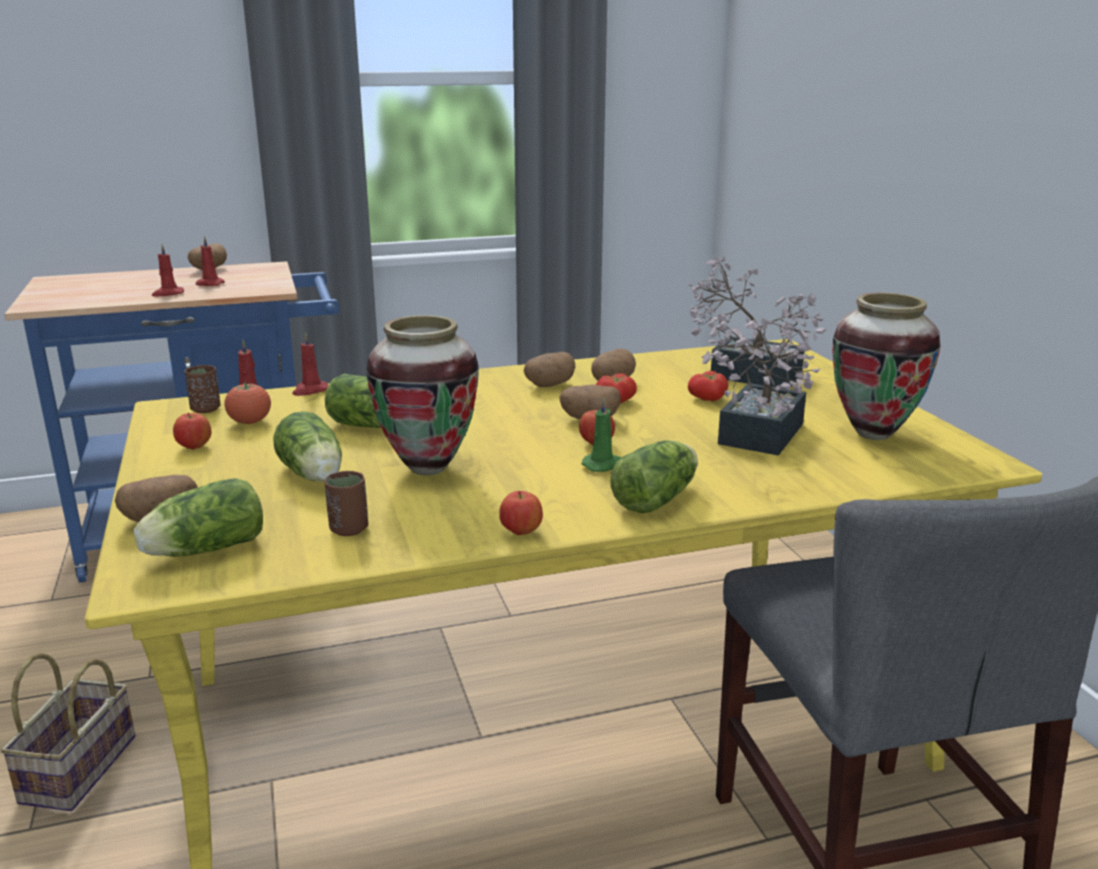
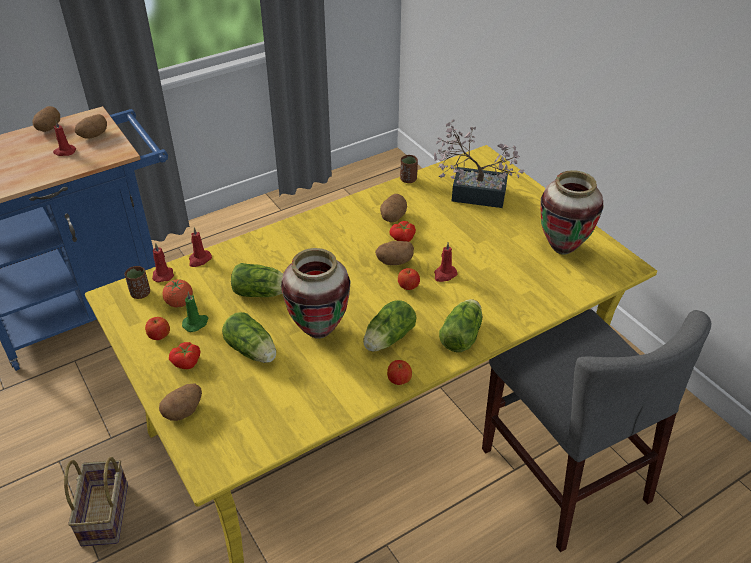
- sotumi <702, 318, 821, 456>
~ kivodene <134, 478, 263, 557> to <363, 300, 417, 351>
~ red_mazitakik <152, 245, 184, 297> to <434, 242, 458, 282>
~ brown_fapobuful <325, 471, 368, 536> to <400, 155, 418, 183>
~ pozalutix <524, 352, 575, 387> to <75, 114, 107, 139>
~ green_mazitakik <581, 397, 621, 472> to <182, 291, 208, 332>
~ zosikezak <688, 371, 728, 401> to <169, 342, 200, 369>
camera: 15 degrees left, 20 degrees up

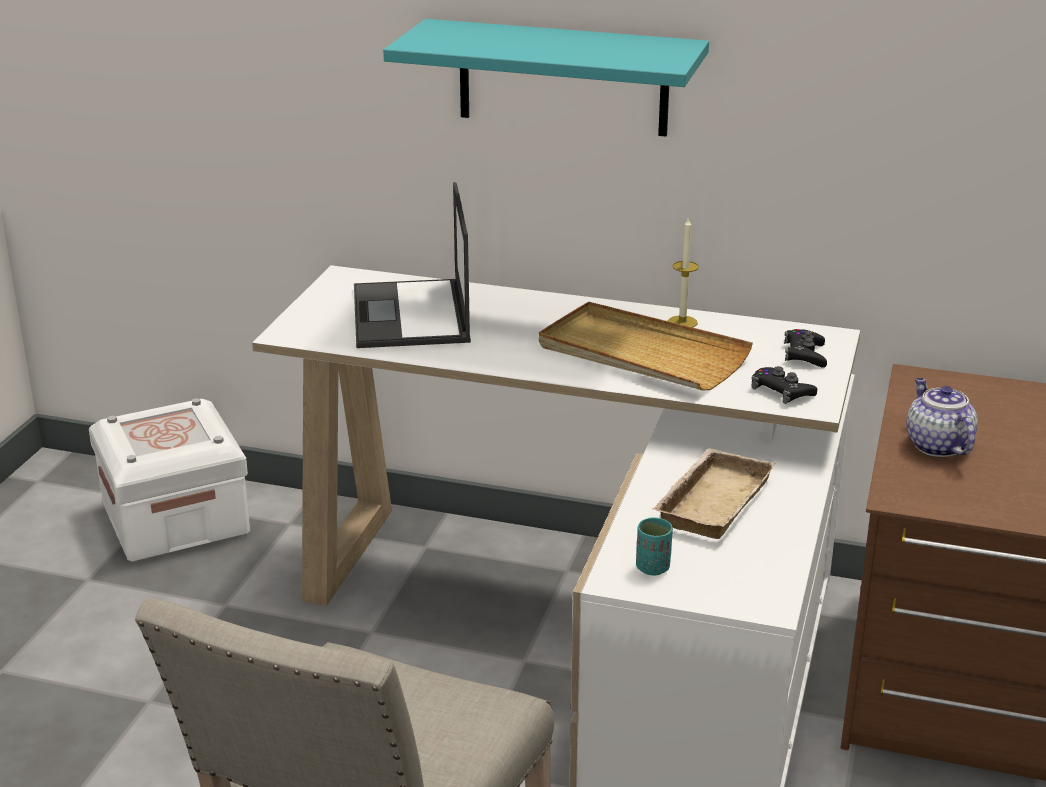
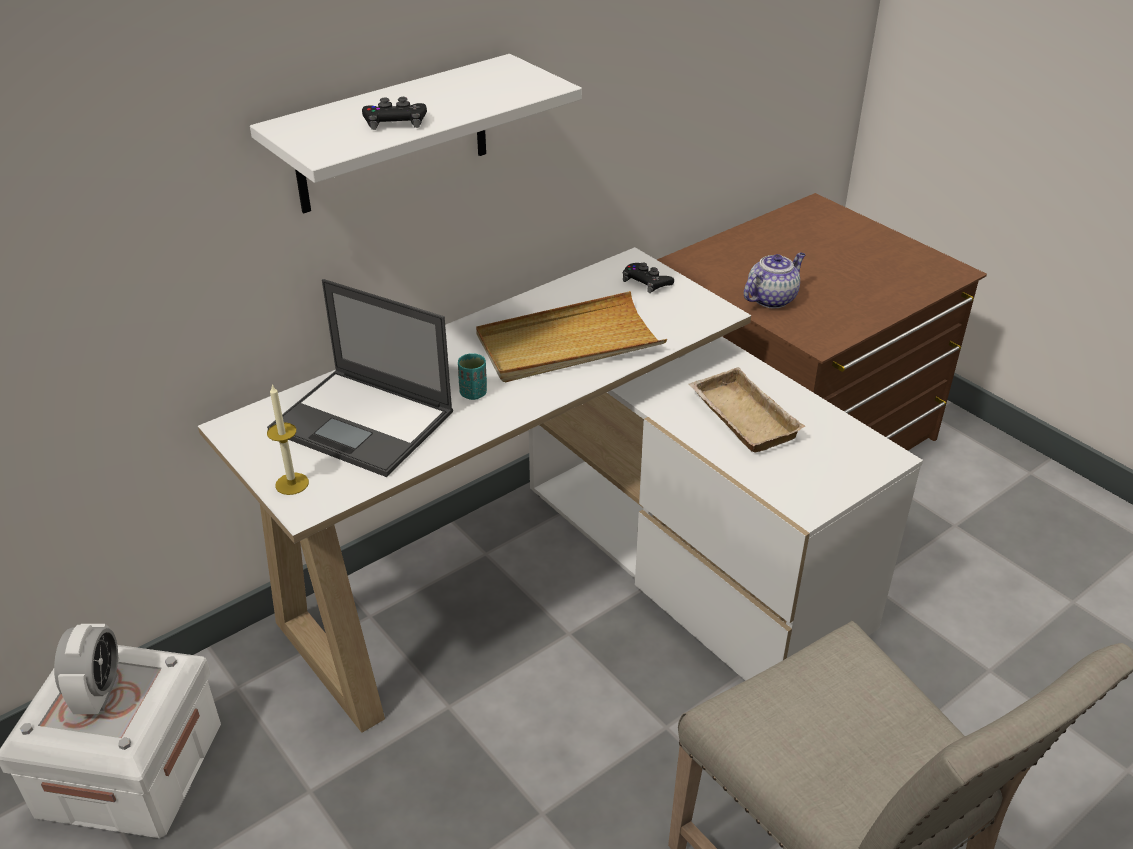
+ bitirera <54, 624, 119, 714>
~ turquoise_fapobuful <636, 517, 673, 575> to <458, 353, 487, 400>
~ mazitakik <668, 217, 699, 327> to <267, 384, 309, 495>
~ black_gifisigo <752, 366, 817, 404> to <362, 97, 427, 130>
~ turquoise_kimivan <383, 19, 709, 137> to white_kimivan <250, 54, 582, 213>
~ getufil <906, 378, 978, 457> = <744, 253, 806, 309> 120 degrees clockwise
camera: 55 degrees left, 10 degrees up

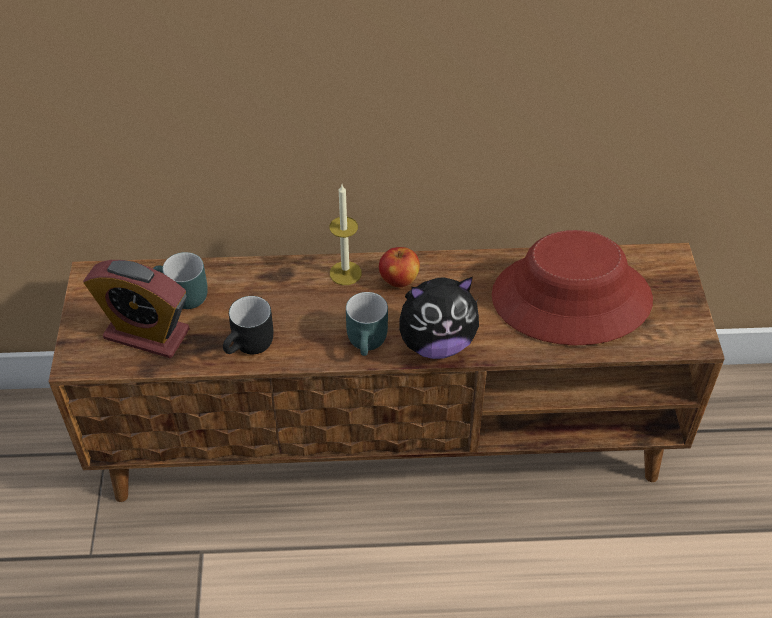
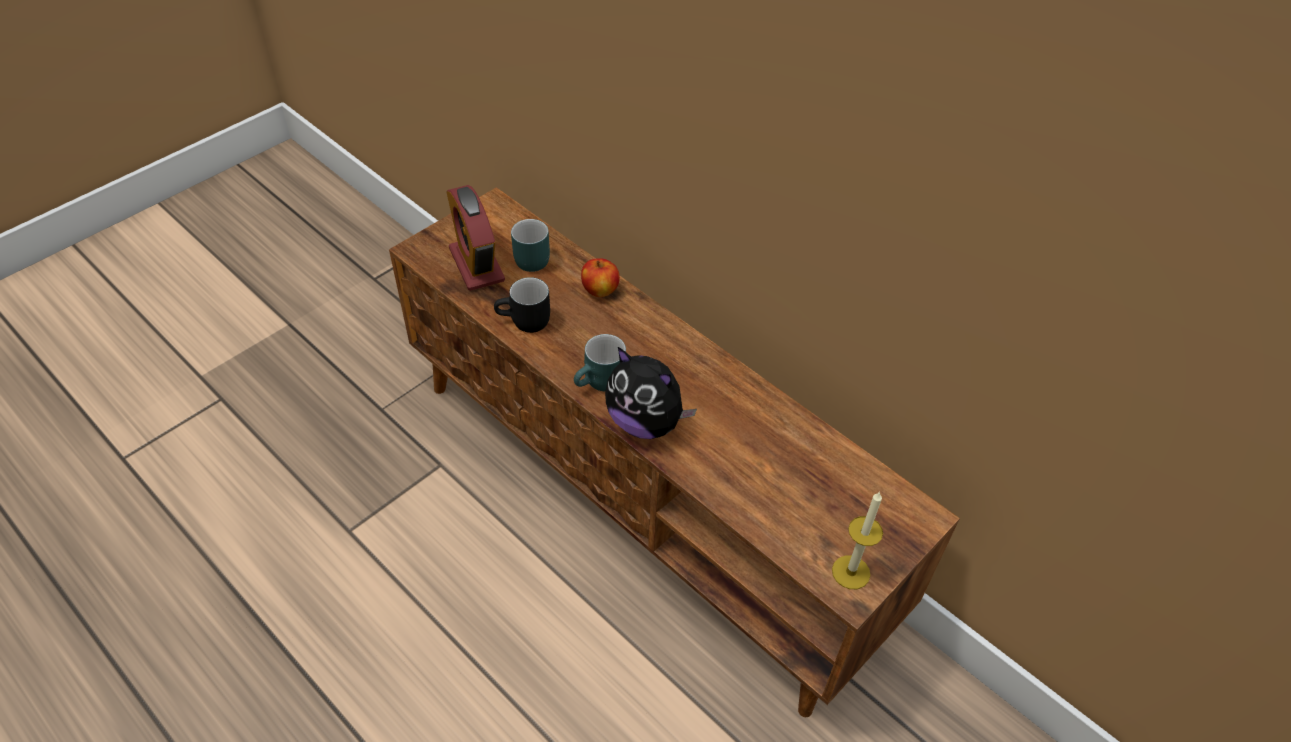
- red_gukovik <492, 230, 653, 345>
~ mazitakik <330, 185, 362, 285> to <832, 492, 883, 589>
~ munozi <379, 247, 420, 287> to <581, 258, 620, 297>
camera: 45 degrees right, 0 degrees up

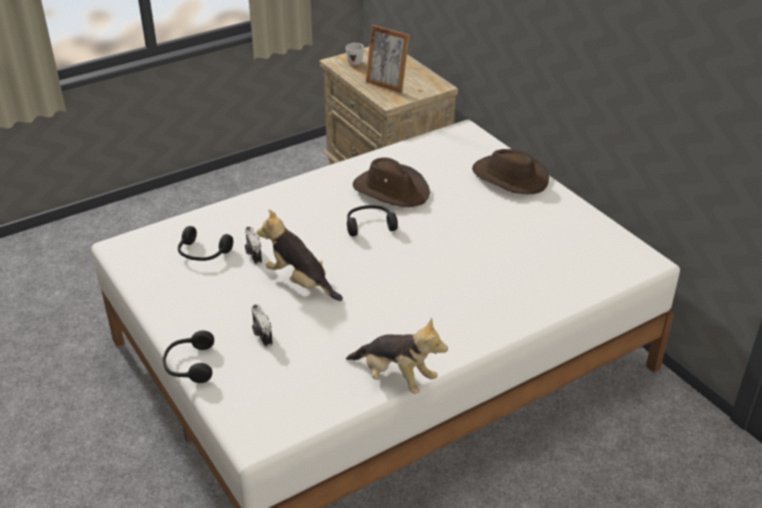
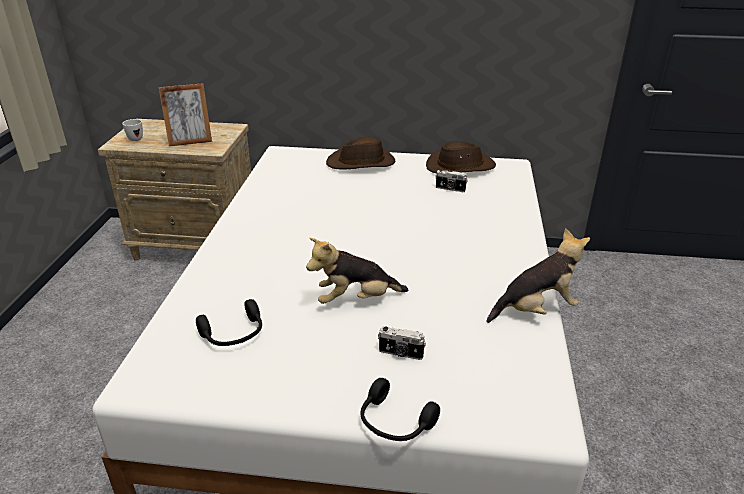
- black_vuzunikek <347, 205, 398, 236>
~ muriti <245, 227, 262, 264> to <435, 169, 468, 192>
~ brown_gukovik <353, 157, 430, 207> to <426, 141, 496, 173>
camera: 50 degrees left, 5 degrees down

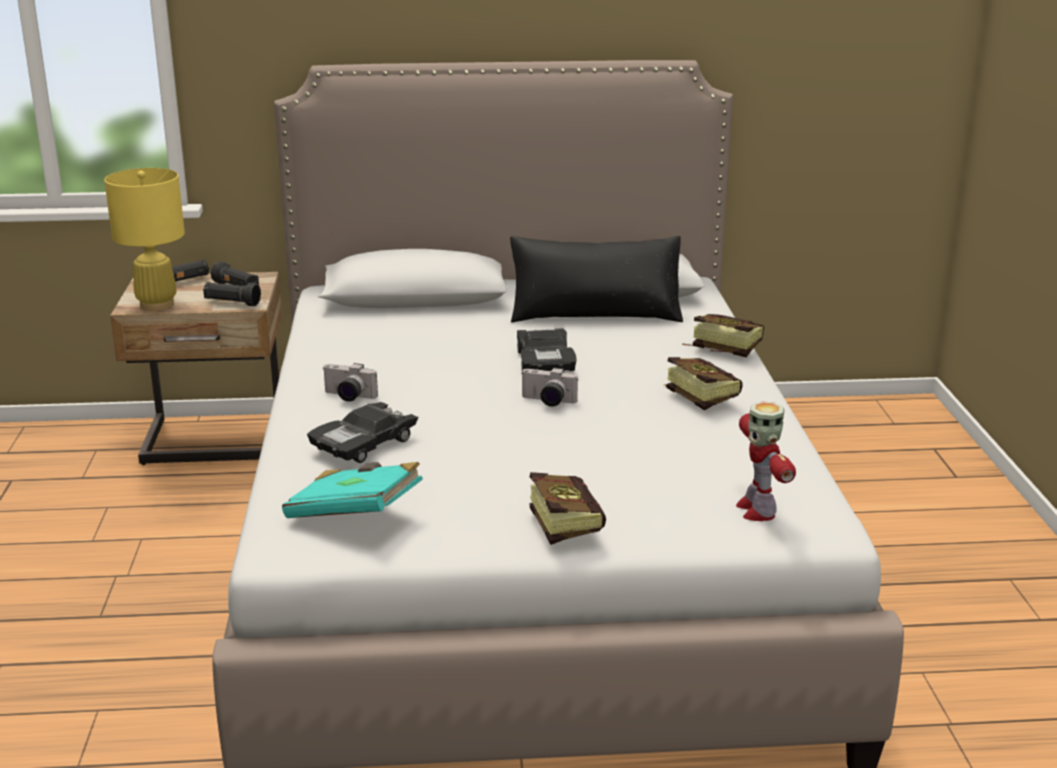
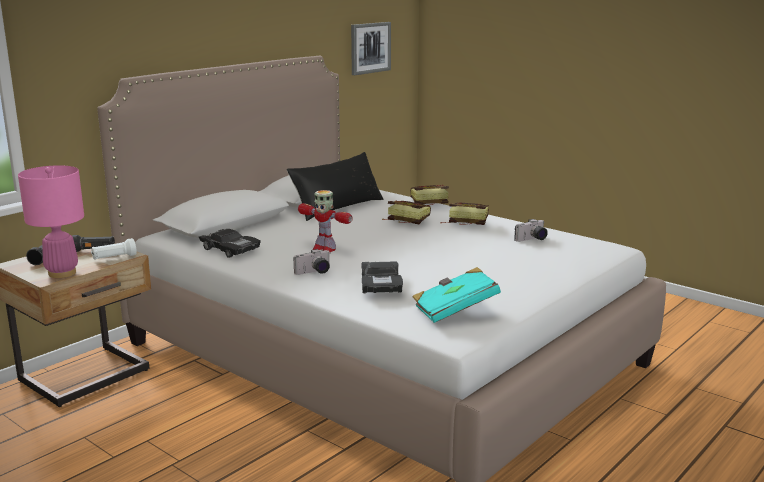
+ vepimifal <351, 22, 391, 75>
~ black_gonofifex <517, 329, 577, 371> to <199, 229, 261, 258>
~ muriti <522, 368, 578, 407> to <514, 219, 548, 242>
~ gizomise <529, 472, 606, 545> to <382, 201, 431, 224>
~ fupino <736, 401, 796, 521> to <298, 190, 353, 252>
~ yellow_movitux <104, 168, 185, 311> to pink_movitux <18, 165, 84, 278>
~ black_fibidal <203, 282, 261, 306> to white_fibidal <91, 238, 137, 260>
camera: 45 degrees left, 5 degrees down

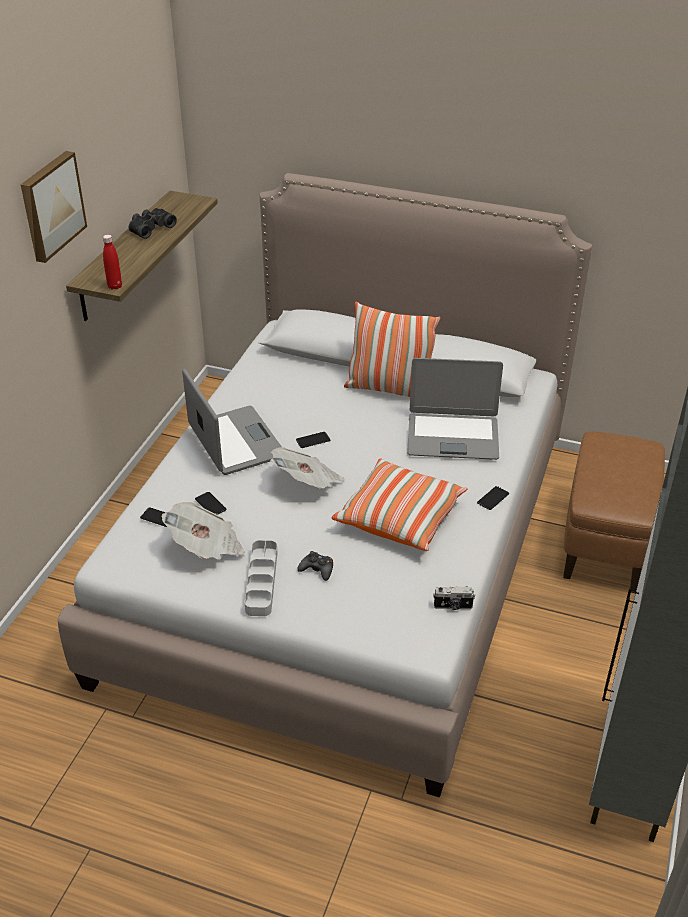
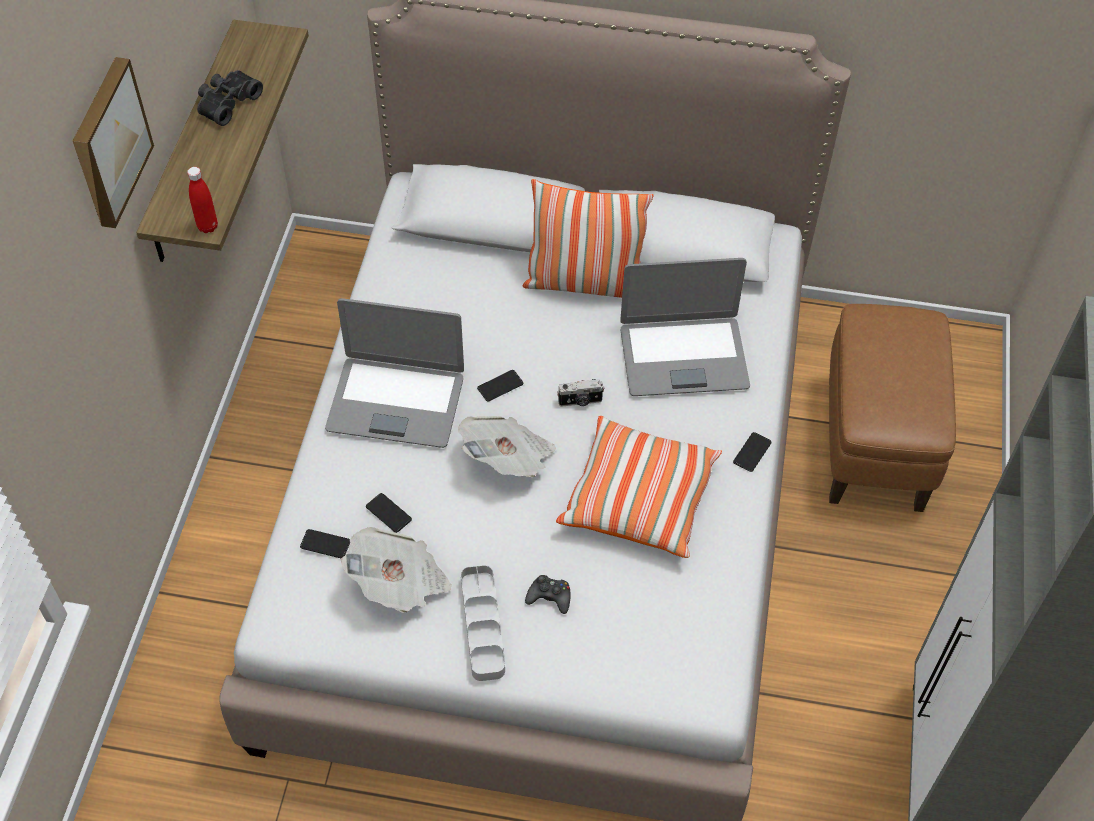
~ muriti <433, 586, 475, 610> to <557, 379, 605, 407>
~ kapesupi <182, 369, 282, 475> = <325, 298, 464, 448> 135 degrees clockwise
camera: 10 degrees left, 15 degrees up

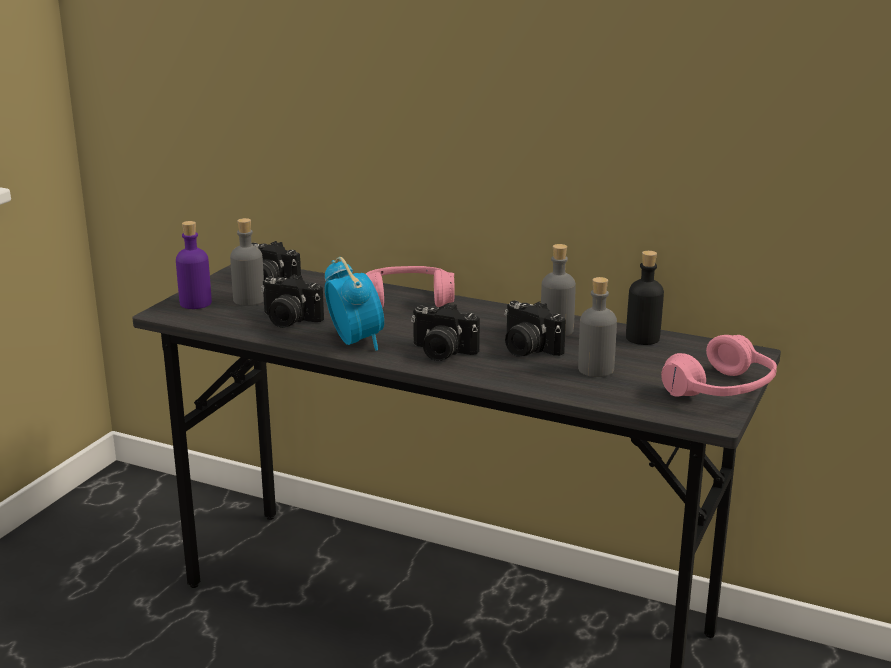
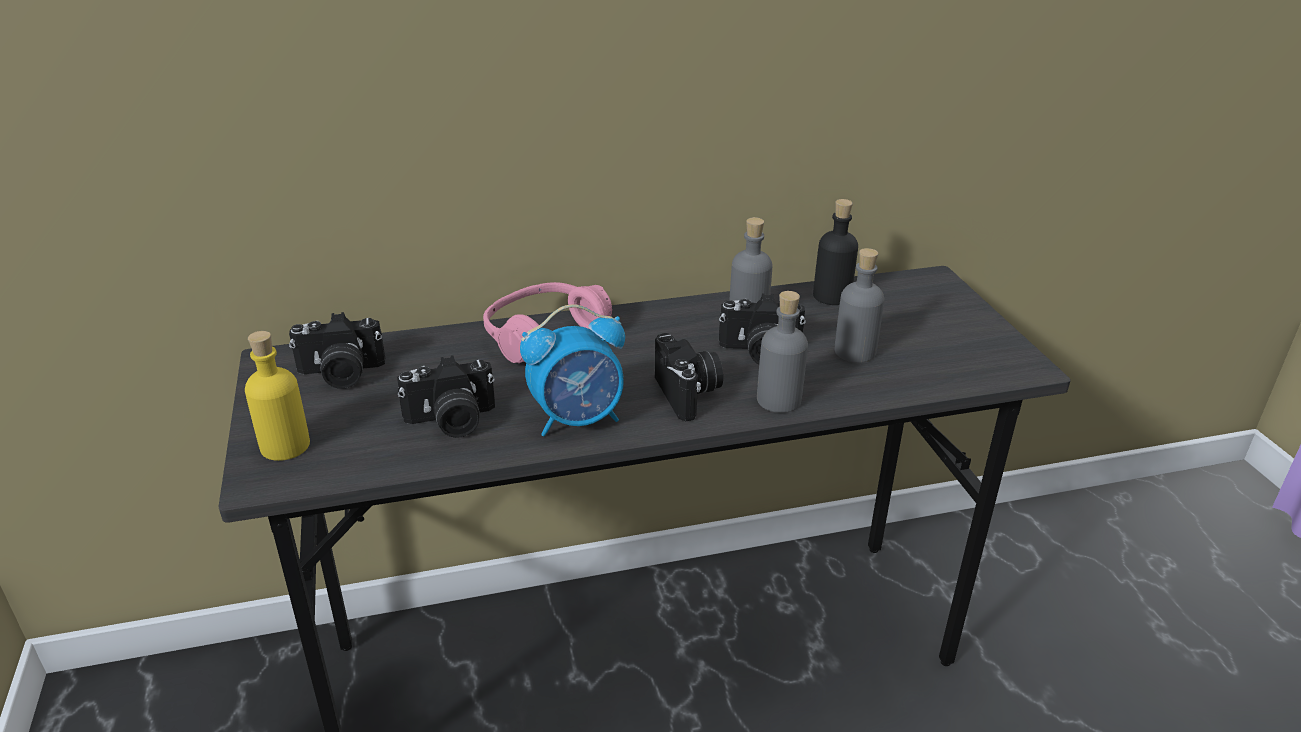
- pink_vuzunikek <661, 335, 777, 397>
~ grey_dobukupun <230, 218, 264, 306> to <757, 291, 808, 413>
~ purple_dobukupun <176, 221, 212, 309> to yellow_dobukupun <245, 331, 310, 461>
~ bitirera <325, 257, 384, 351> = <520, 304, 625, 436> 135 degrees clockwise
~ muriti <411, 303, 480, 361> = <655, 333, 723, 421> 90 degrees counterclockwise
camera: 40 degrees left, 10 degrees up

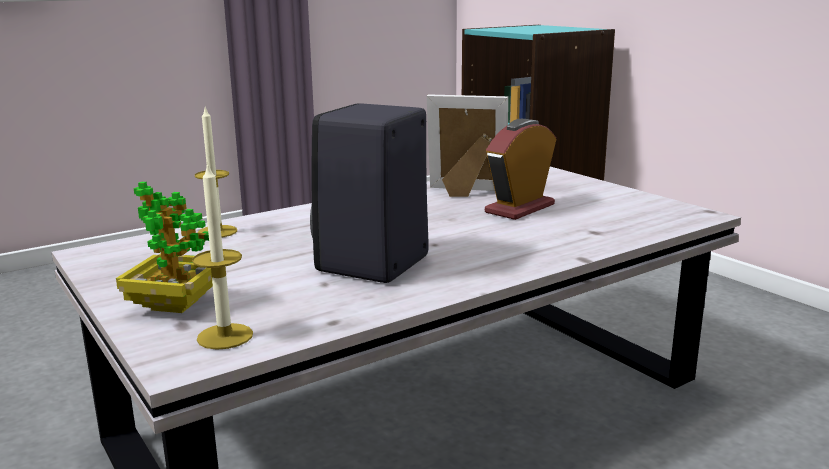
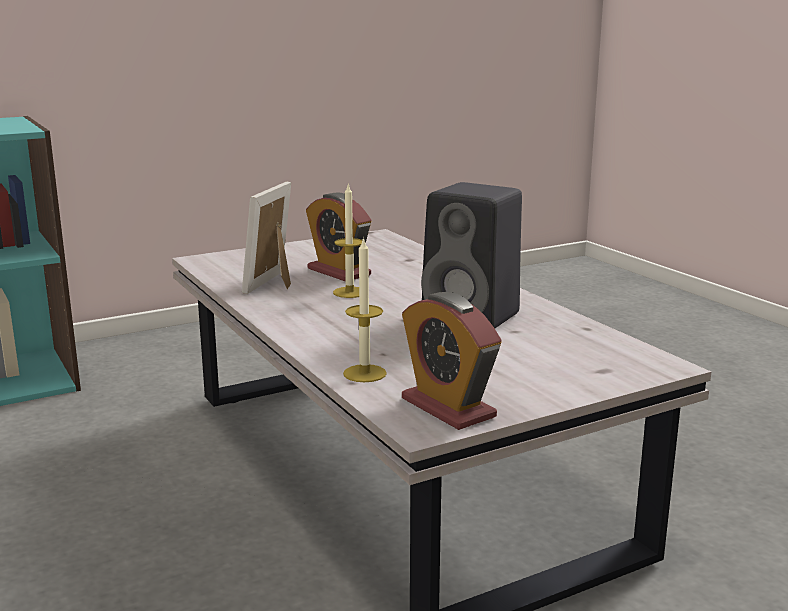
- sotumi <116, 182, 213, 313>
+ bitirera <402, 292, 502, 430>
~ mazitakik <192, 162, 253, 350> to <333, 185, 362, 298>
camera: 85 degrees left, 0 degrees up

